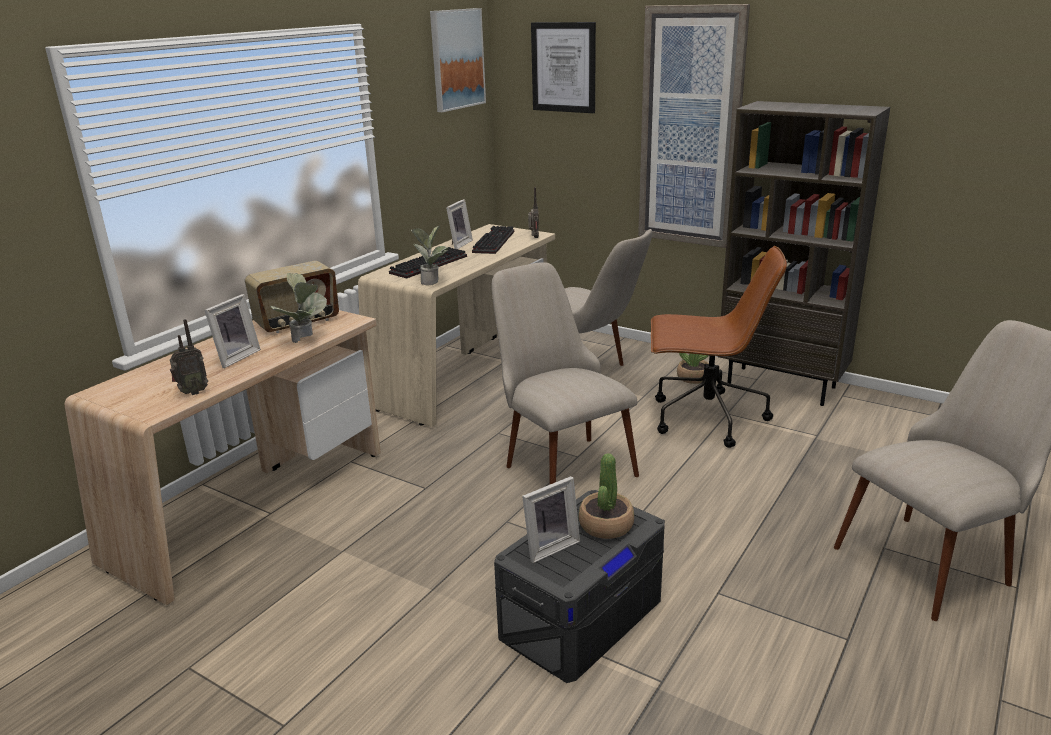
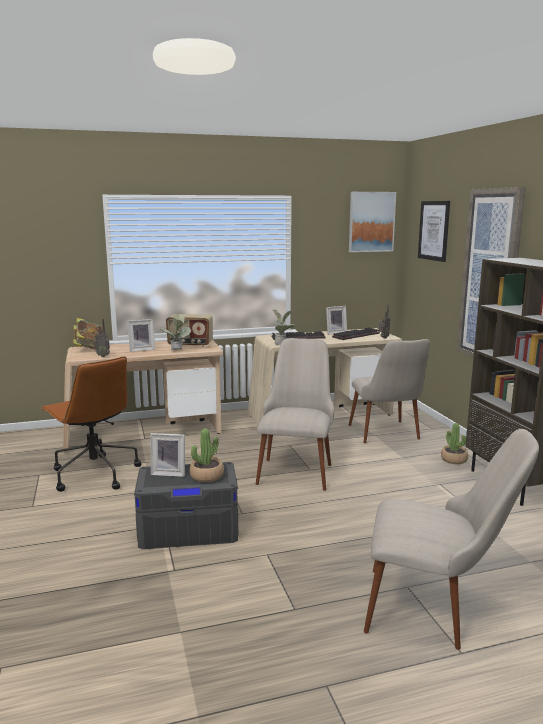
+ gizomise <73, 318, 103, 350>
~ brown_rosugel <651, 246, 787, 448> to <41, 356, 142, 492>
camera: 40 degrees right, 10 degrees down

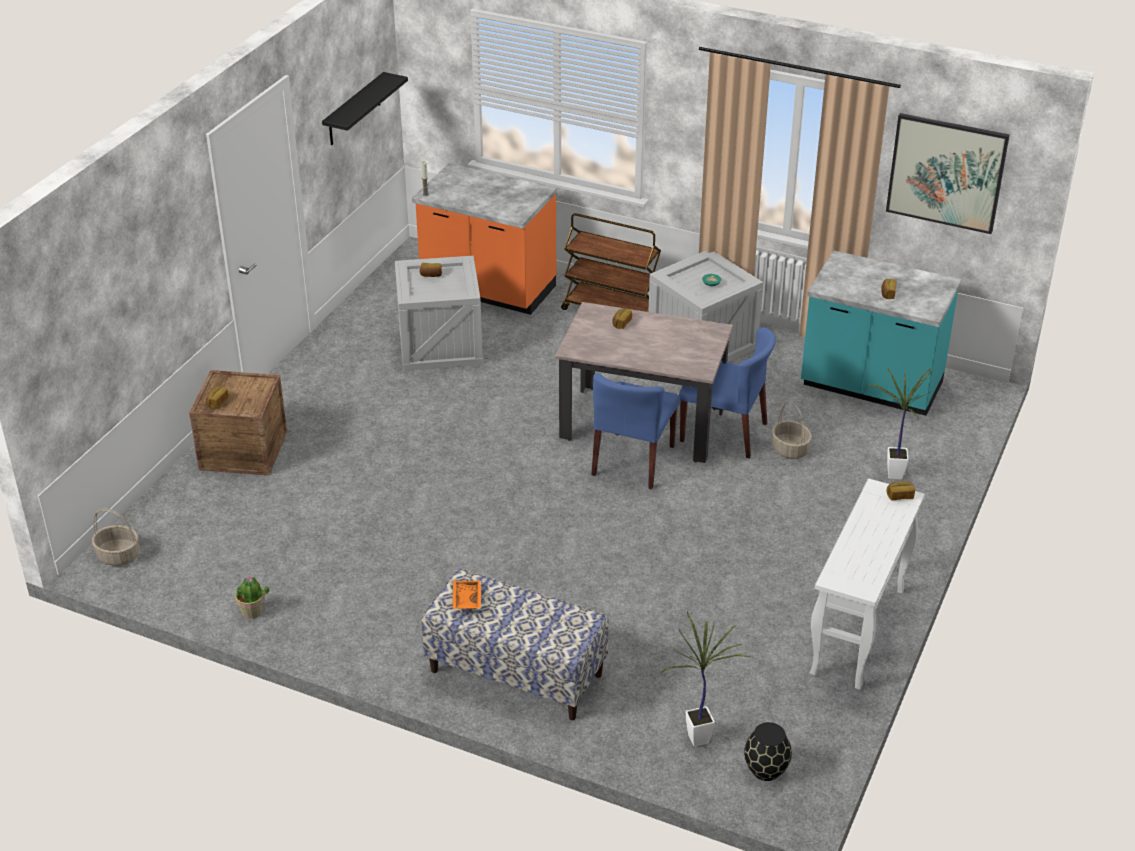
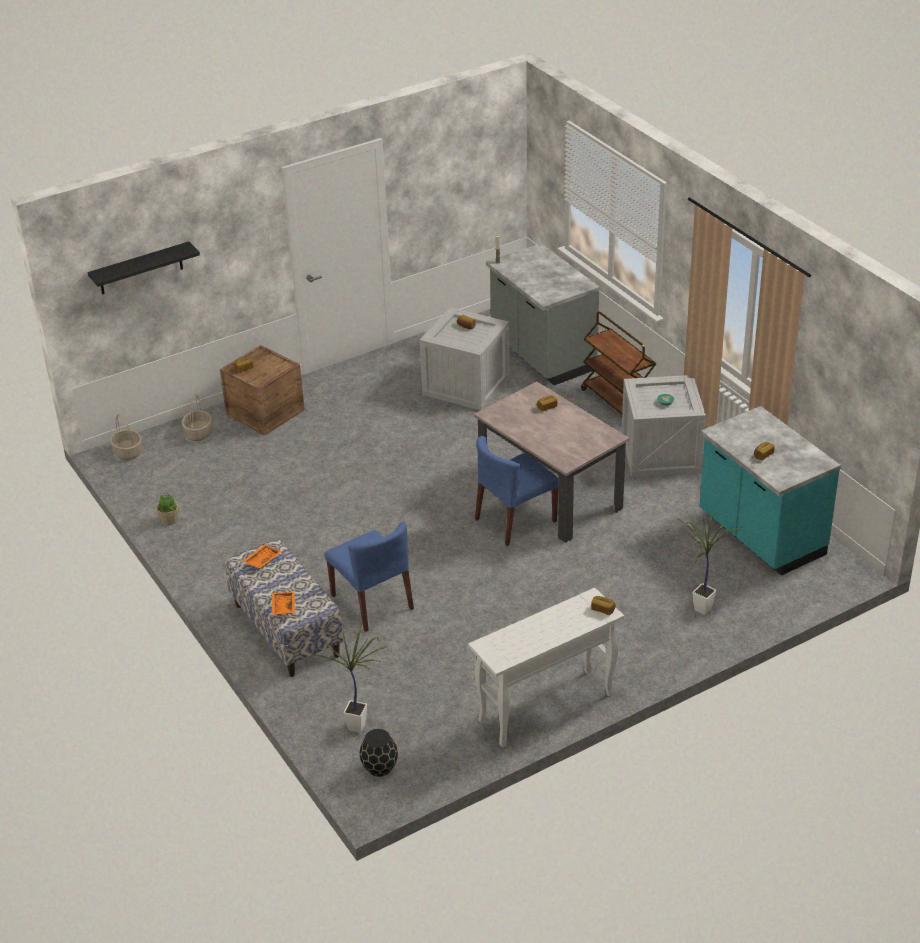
- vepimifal <886, 113, 1010, 234>
+ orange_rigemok <272, 592, 295, 615>
~ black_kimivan <322, 72, 408, 145> to <88, 241, 200, 294>
~ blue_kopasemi <679, 327, 776, 459> to <325, 522, 414, 632>
~ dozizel <772, 402, 812, 459> to <182, 395, 212, 441>
~ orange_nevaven <412, 163, 557, 315> to grey_nevaven <486, 243, 600, 386>
camera: 35 degrees right, 0 degrees up

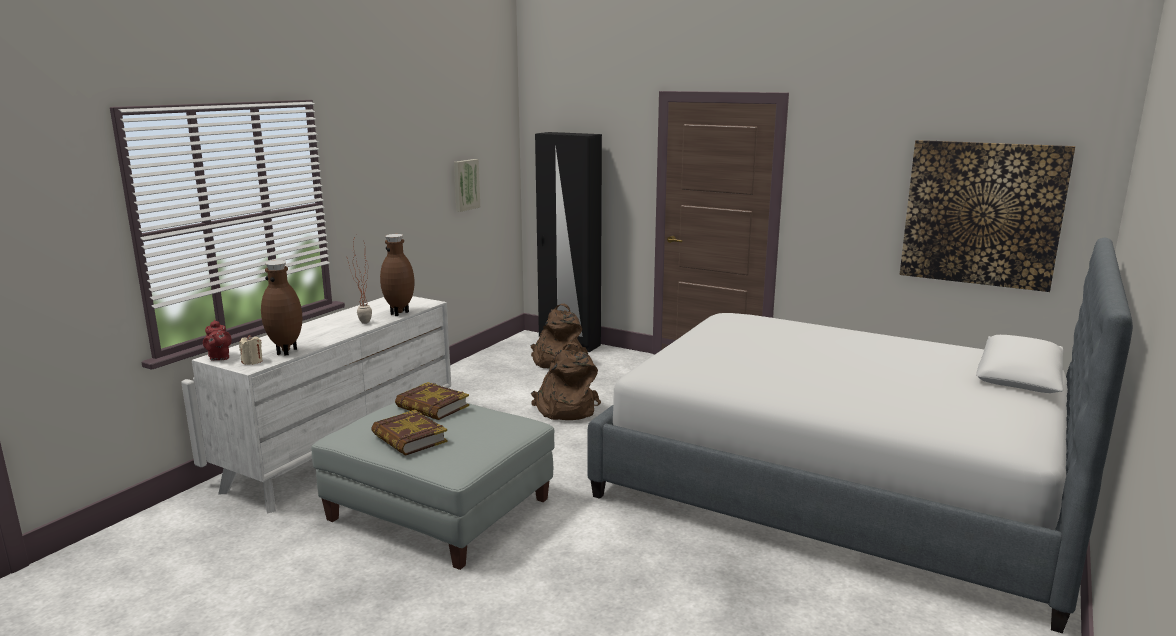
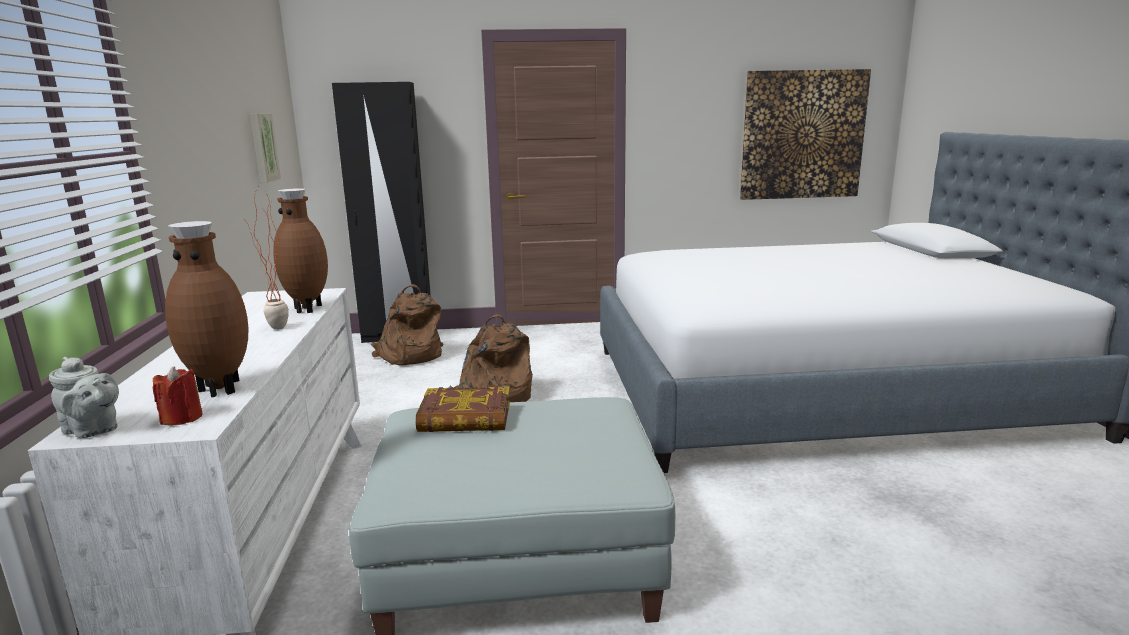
- gizomise <371, 410, 448, 456>
~ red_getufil <203, 320, 232, 361> to grey_getufil <49, 357, 119, 438>
~ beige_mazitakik <239, 335, 262, 365> to red_mazitakik <153, 366, 203, 425>
camera: 35 degrees left, 0 degrees up

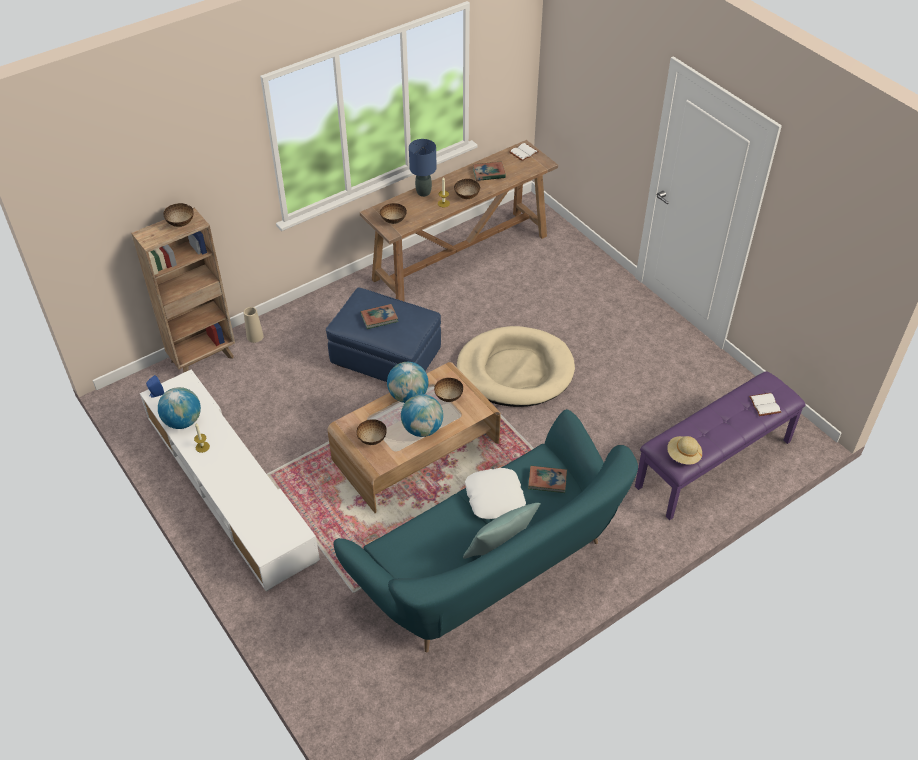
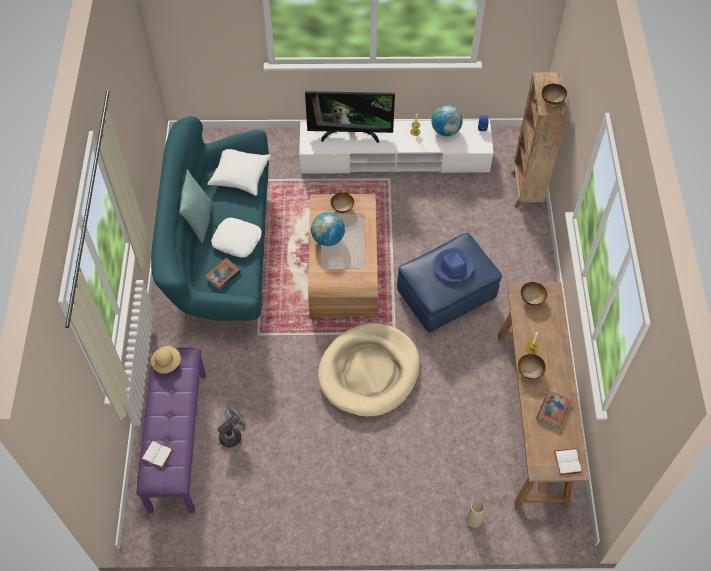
- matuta <387, 362, 428, 403>
- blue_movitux <409, 139, 437, 197>
- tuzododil <434, 378, 463, 402>
+ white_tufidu <207, 149, 271, 196>
+ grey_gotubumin <218, 407, 247, 448>
+ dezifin <305, 91, 395, 143>
~ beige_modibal <244, 307, 264, 343> to <465, 500, 485, 528>
~ gizomise <361, 304, 398, 329> to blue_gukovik <433, 248, 474, 282>
camera: 125 degrees right, 10 degrees up

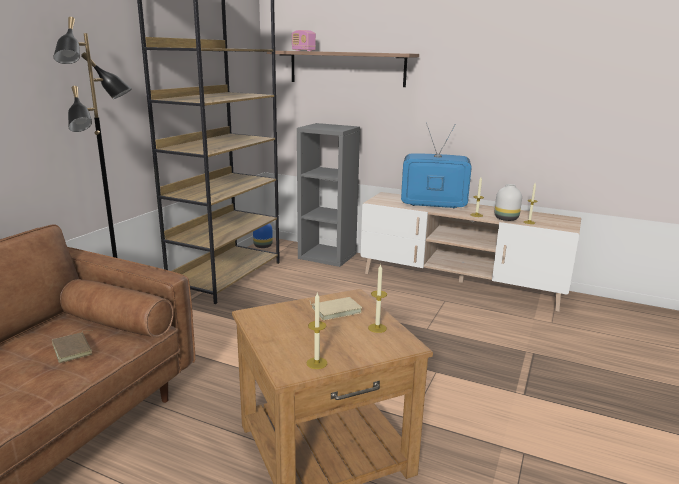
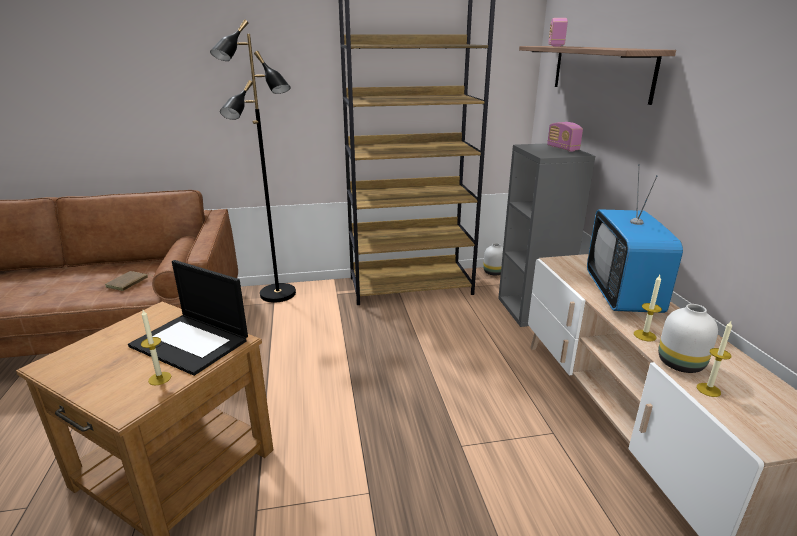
- mazitakik <307, 293, 327, 369>
+ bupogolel <547, 122, 583, 152>
~ beige_gizomise <309, 297, 362, 320> to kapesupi <128, 260, 248, 376>
~ blue_modibal <253, 224, 273, 248> to white_modibal <483, 243, 503, 275>
~ dezifin <401, 123, 472, 209> = <587, 164, 683, 313> 150 degrees counterclockwise
camera: 55 degrees right, 5 degrees up

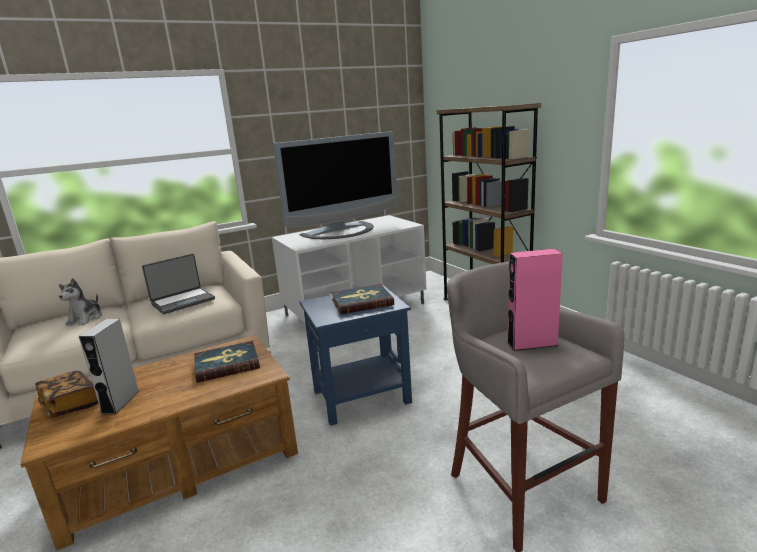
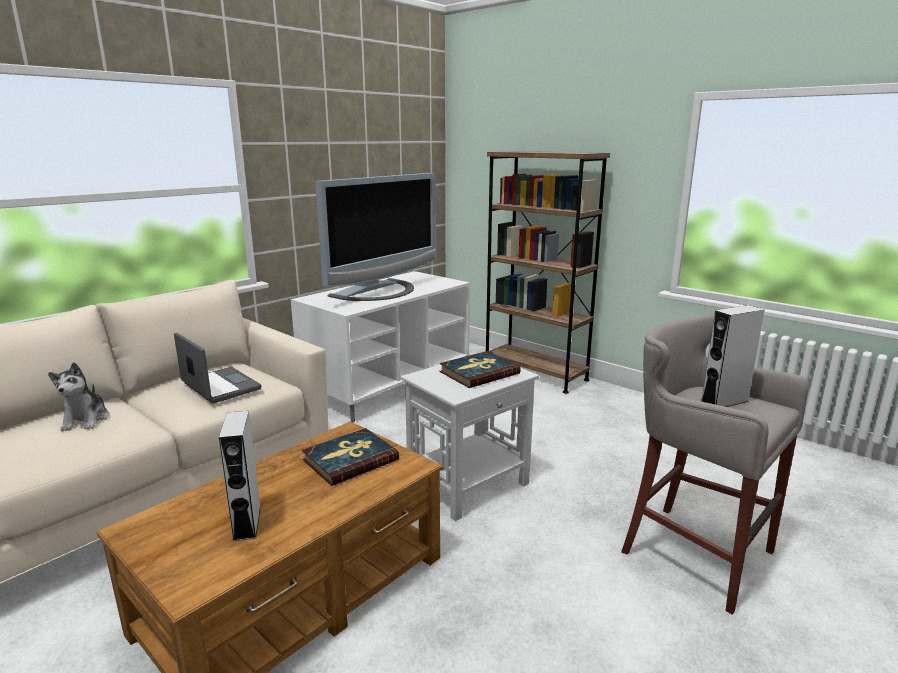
- gizomise <35, 371, 98, 417>
~ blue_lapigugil <299, 285, 412, 426> to white_lapigugil <400, 365, 539, 521>
~ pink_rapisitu <507, 249, 563, 351> to grey_rapisitu <701, 305, 765, 407>
~ kapesupi <142, 254, 215, 314> = <174, 333, 261, 404> 75 degrees counterclockwise
camera: 20 degrees left, 0 degrees up

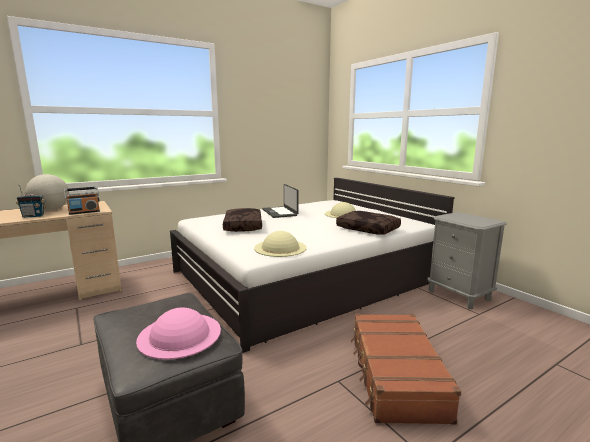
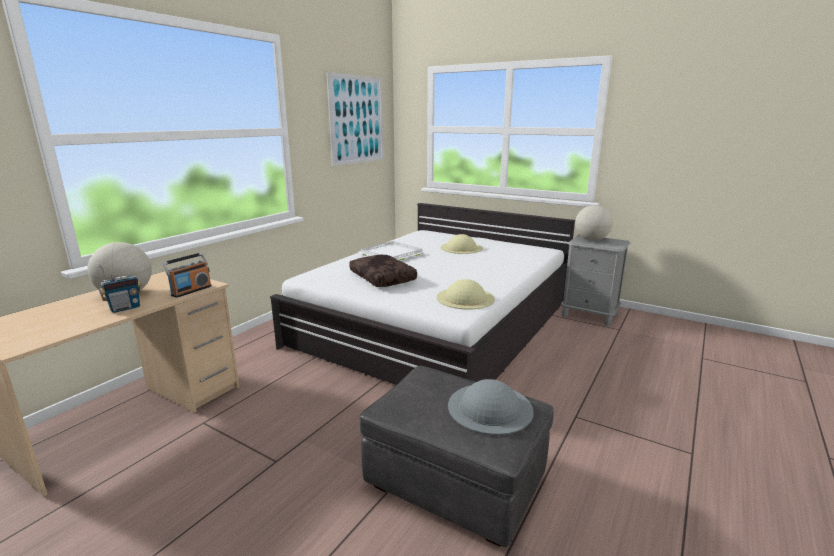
- brown_tufidu <336, 211, 401, 235>
- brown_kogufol <351, 314, 461, 424>
+ vepimifal <326, 72, 384, 166>
+ matuta <575, 205, 613, 241>
~ kapesupi <262, 184, 299, 218> to white_rigemok <358, 241, 425, 260>
~ pink_gukovik <136, 308, 221, 360> to grey_gukovik <448, 379, 534, 435>
camera: 25 degrees left, 5 degrees up

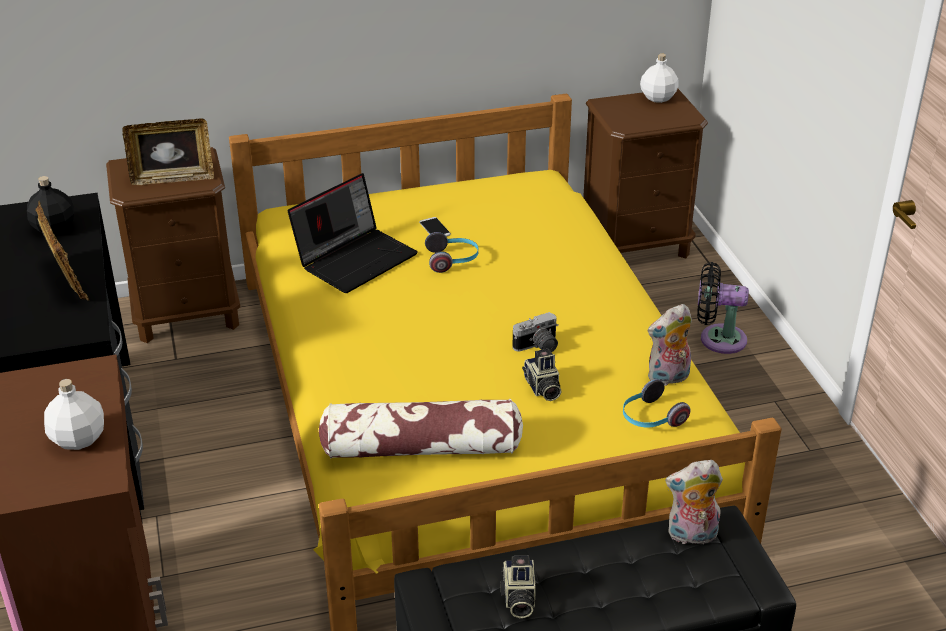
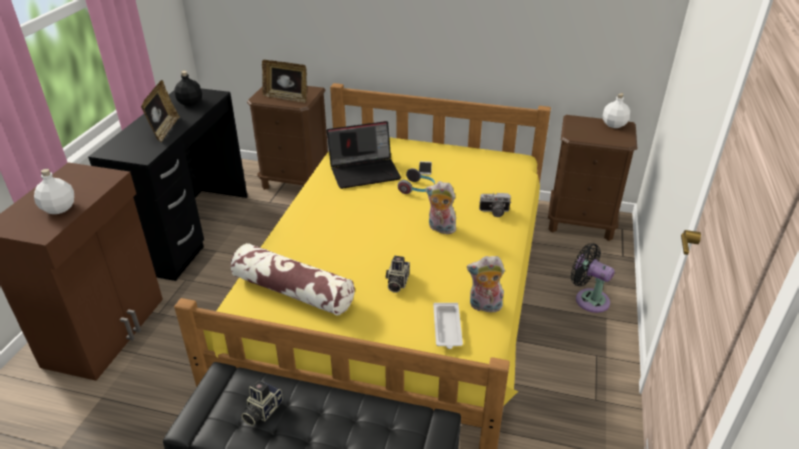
~ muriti <512, 312, 559, 352> to <479, 193, 511, 217>
~ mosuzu <665, 460, 723, 544> to <426, 181, 456, 234>
~ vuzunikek <623, 379, 690, 428> to white_rigemok <433, 303, 463, 349>
camera: 30 degrees right, 0 degrees up

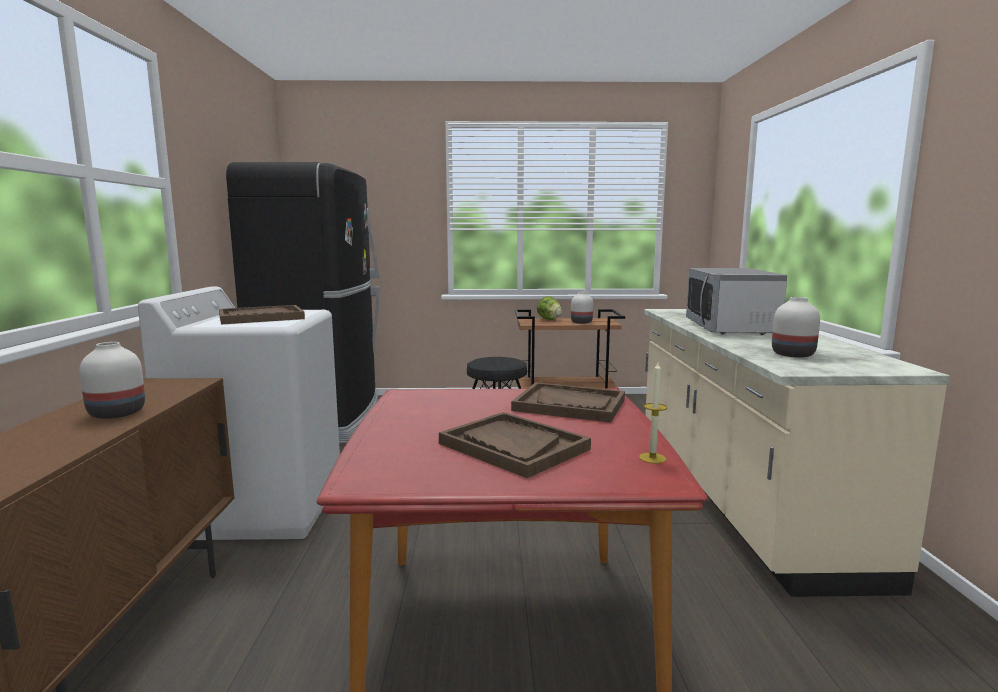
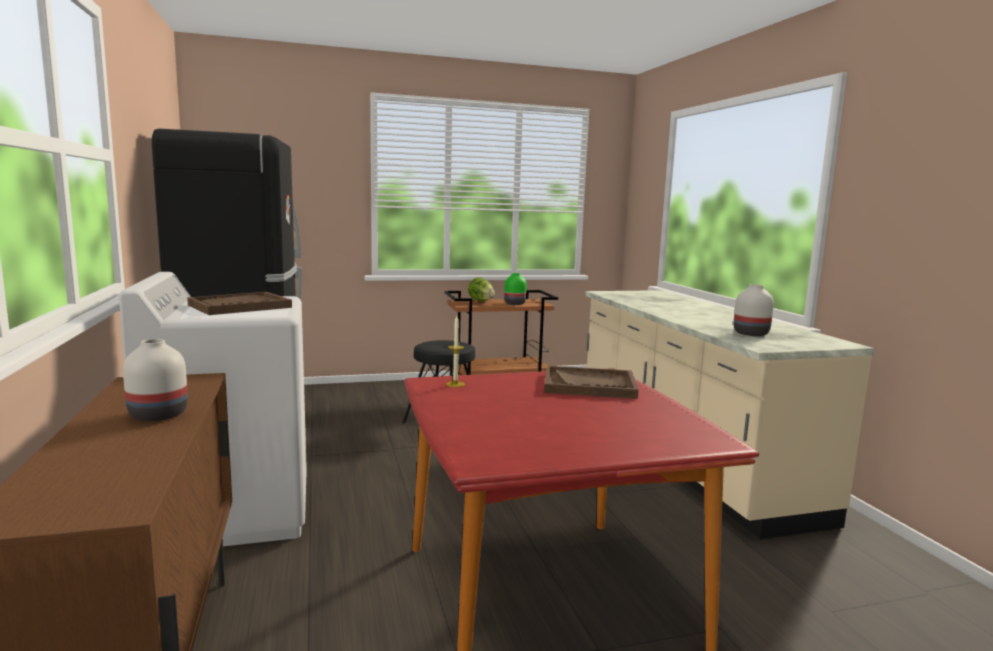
- brown_rigemok <439, 412, 591, 478>
- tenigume <686, 268, 787, 335>
~ mazitakik <639, 363, 667, 464> to <446, 316, 465, 387>
~ white_modibal <571, 292, 593, 324> to green_modibal <504, 273, 527, 305>
camera: 15 degrees left, 0 degrees up

